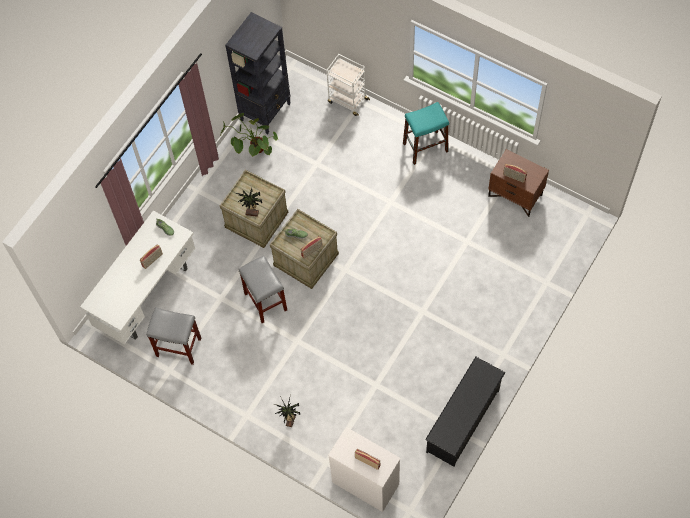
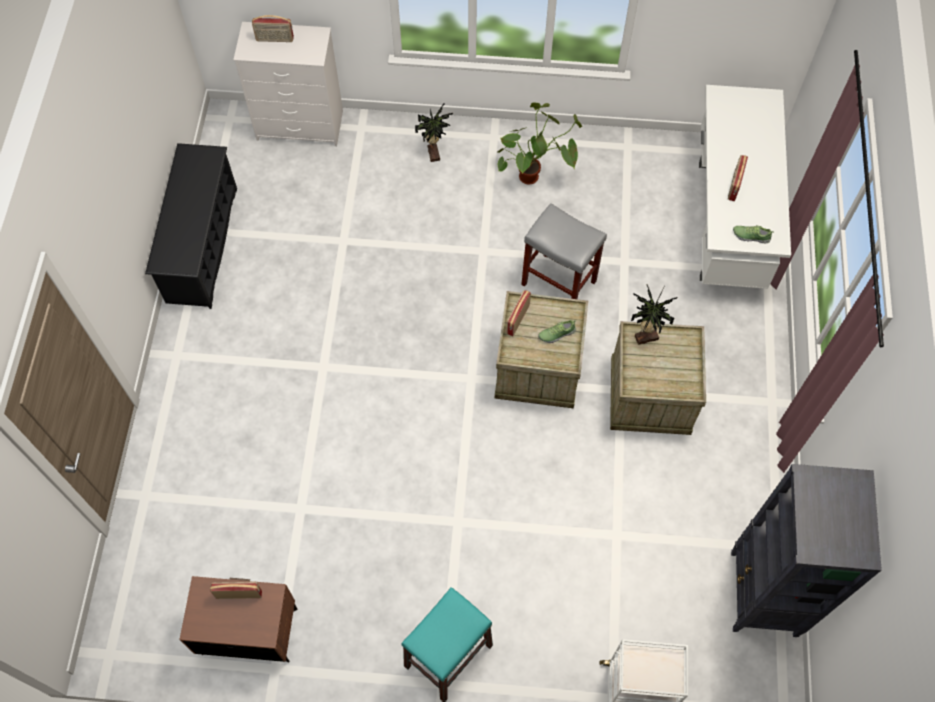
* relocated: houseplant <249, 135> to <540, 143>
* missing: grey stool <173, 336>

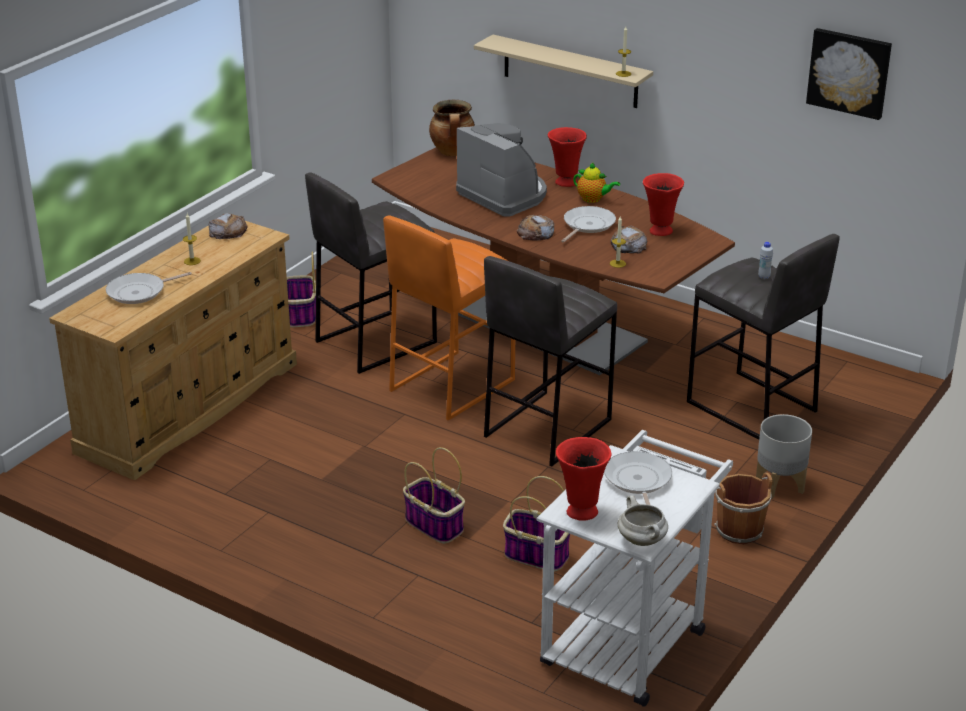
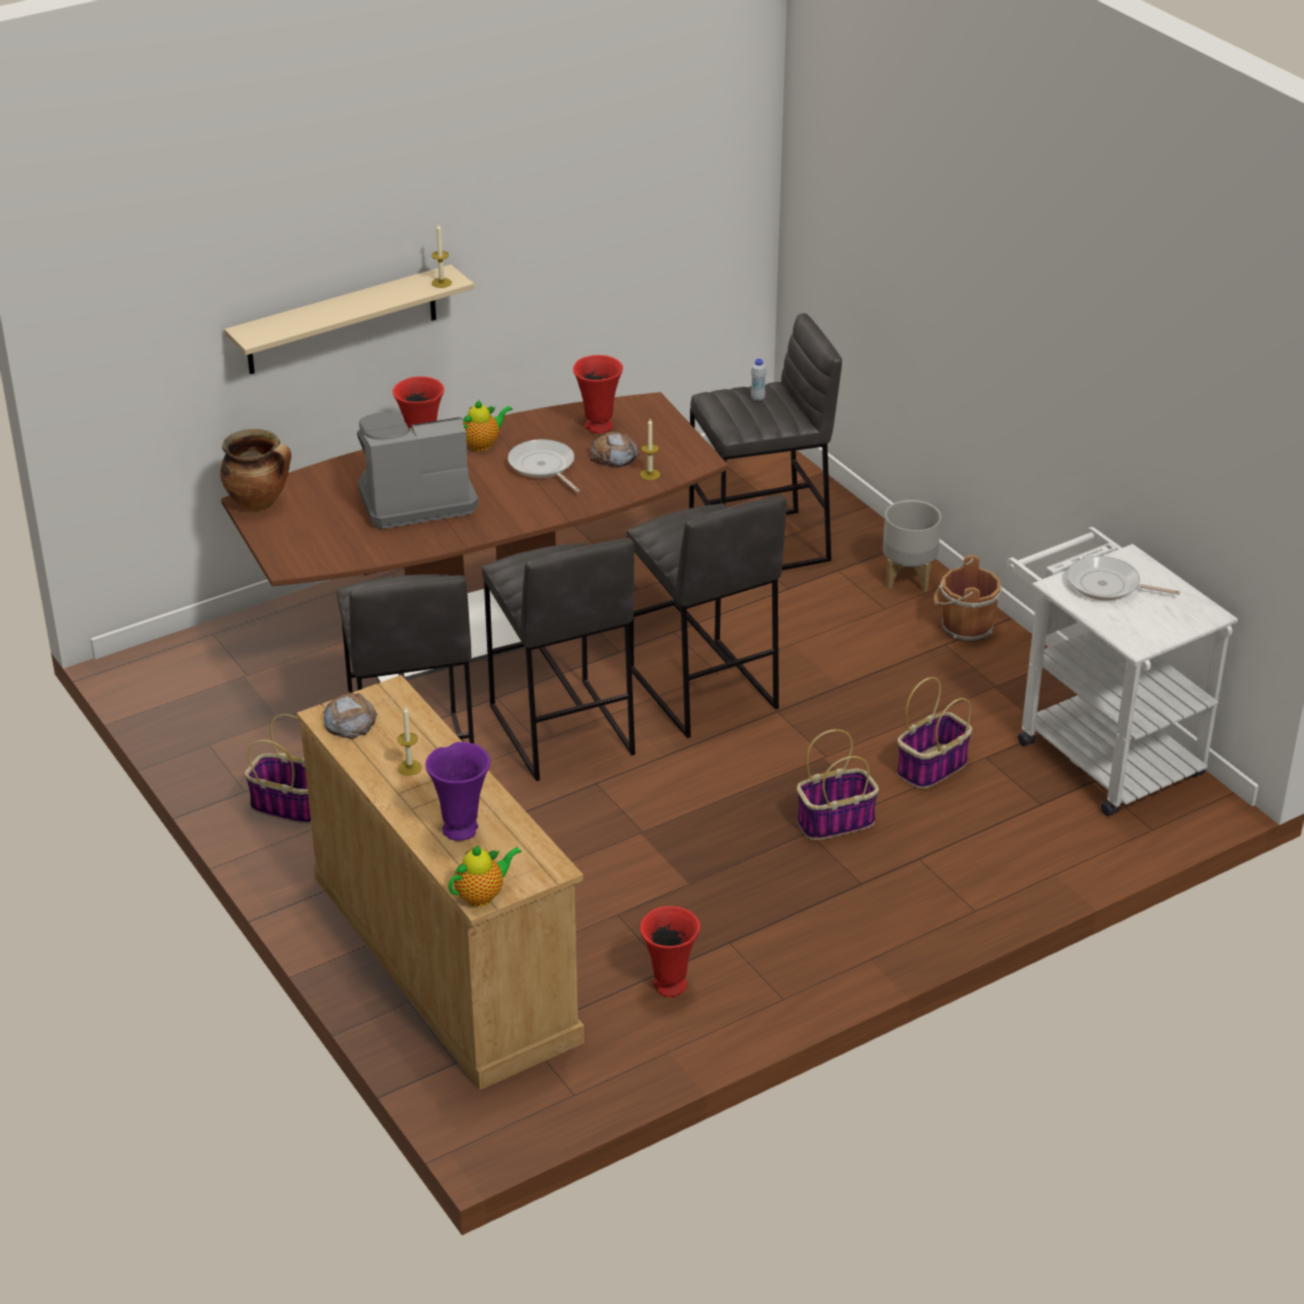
* exchanged: frying pan <149, 288> to purplish vase <457, 791>
* appeared: pot for tea <485, 875>
* colour: orangey stool <449, 318> to grey stool <558, 659>
* relocated: reddish vase <584, 479> to <670, 951>
* missing: bread <535, 227>
* missing: white saucepot <643, 520>
* missing: picture <849, 74>

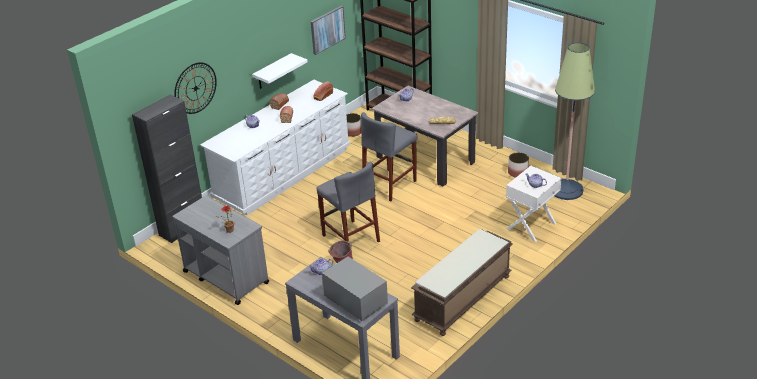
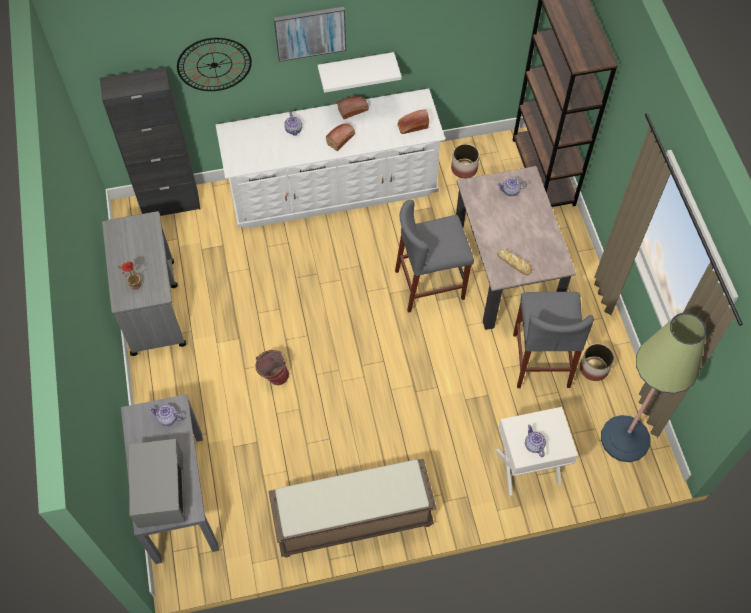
* relocated: picture <328, 30> to <310, 34>
* relocated: grey stool <348, 202> to <553, 340>

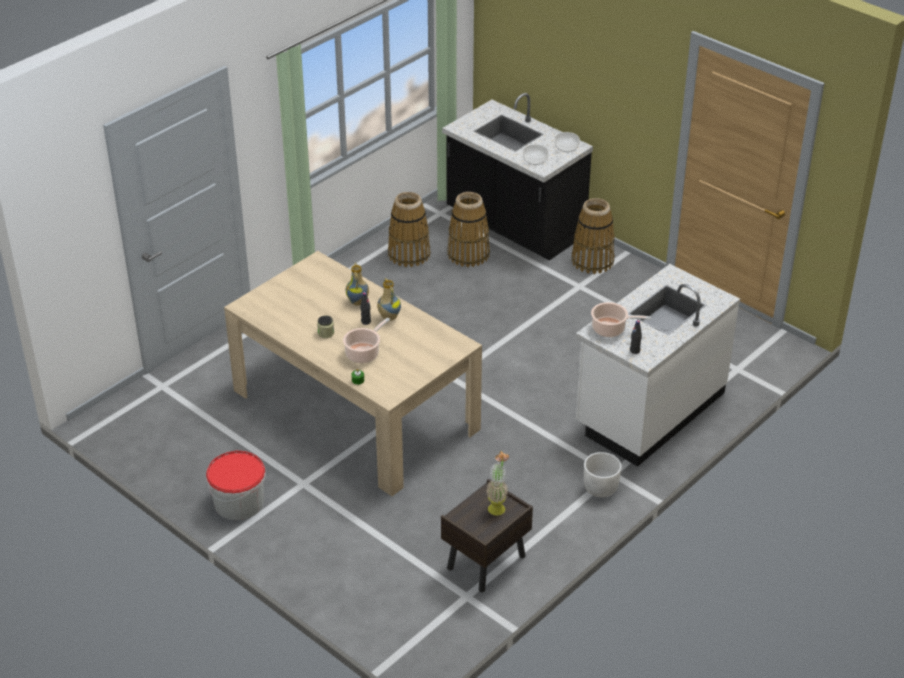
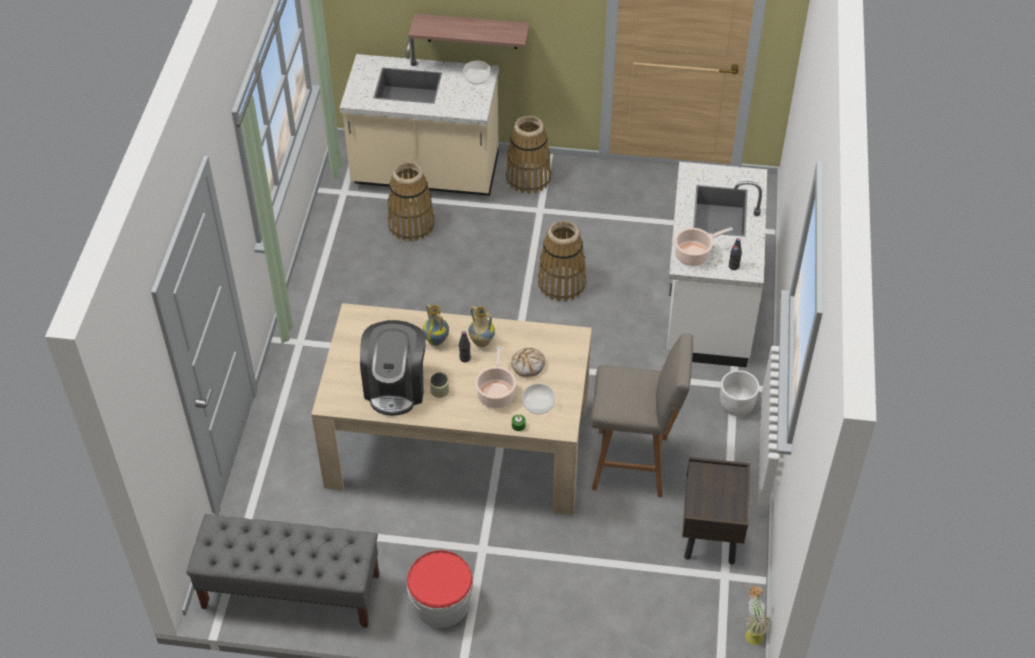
* appeared: grey indoor bench <283, 571>
* colour: blackish kitchen base unit <517, 176> to sand-coloured kitchen base unit <419, 117>
* appeared: coffee maker <393, 368>
* appeared: bracket shelf <469, 31>
* appeared: bread <528, 362>
* relocated: deep dish <535, 154> to <538, 399>
* relocated: storage basket <409, 229> to <562, 261>
* appeared: grey stool <642, 415>
* relocated: houseplant <497, 483> to <757, 615>

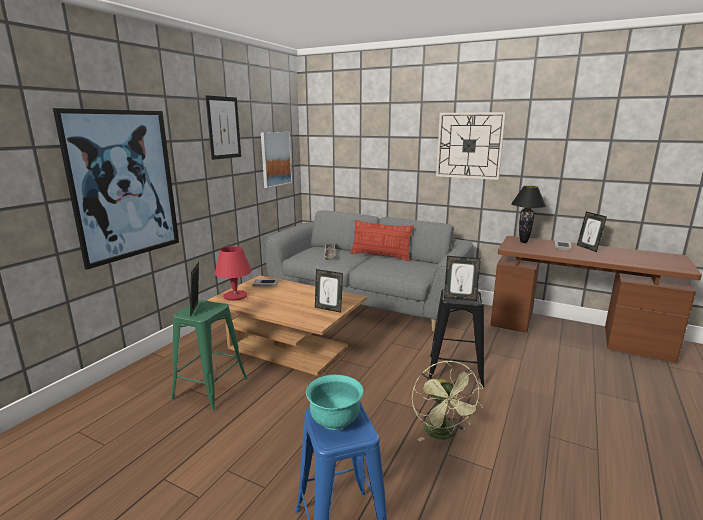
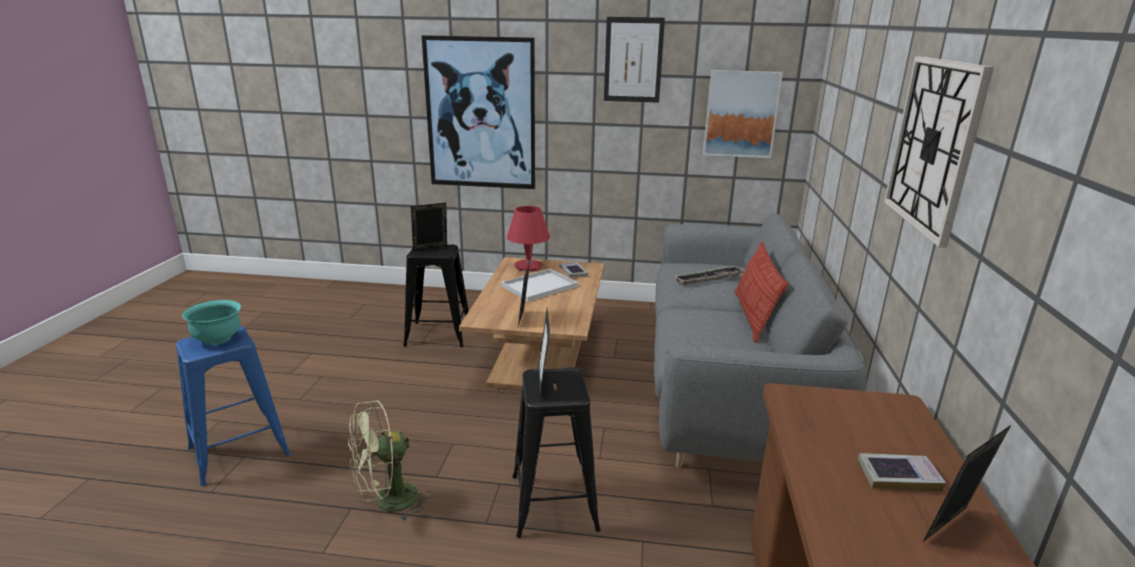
* colour: green-coloured stool <209, 355> to blackish stool <436, 296>
* appeared: white carrying tray <539, 285>
* missing: blackish tabletop lamp <528, 214>

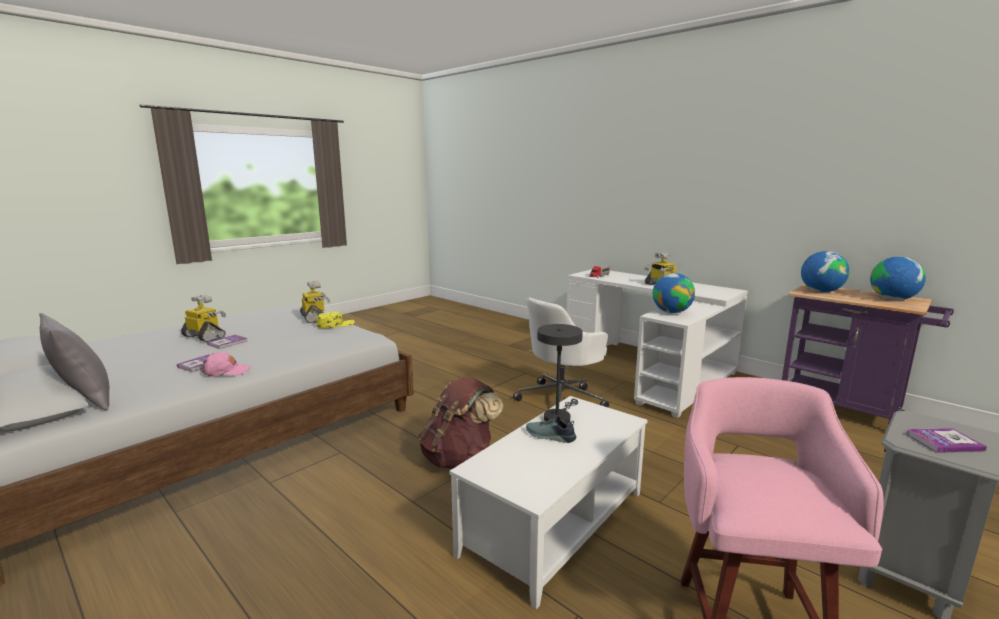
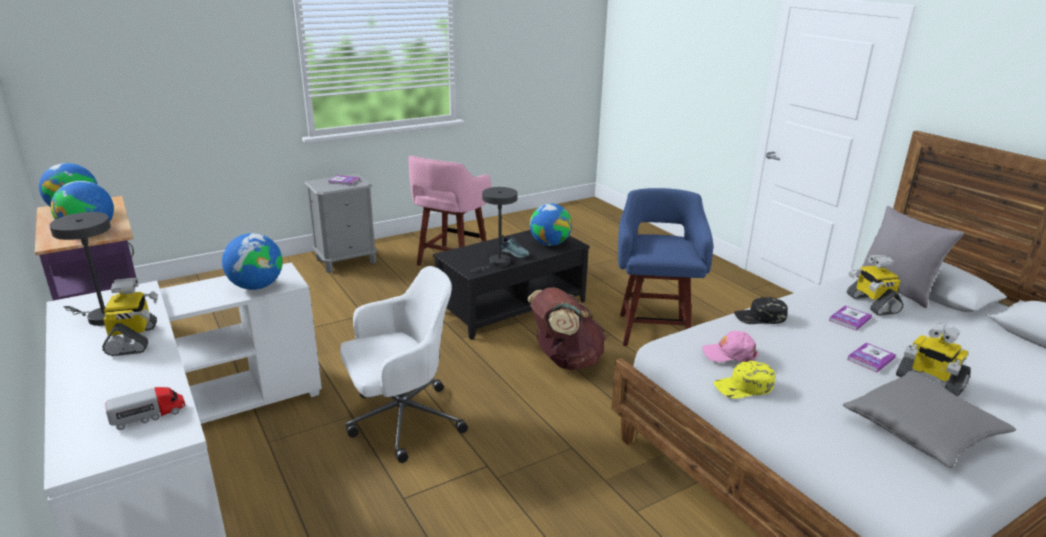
* appeared: grey tabletop lamp <80, 269>
* colour: white coffee table <549, 502> to blackish coffee table <511, 285>
* appeared: globe <551, 224>
* appeared: blue-coloured stool <665, 267>
* relocated: pink-coloured peaked cap <226, 364> to <730, 346>
* appeared: blackish peaked cap <761, 310>
* appeared: grey cushion <929, 419>
* relocated: toy robot <315, 302> to <875, 285>

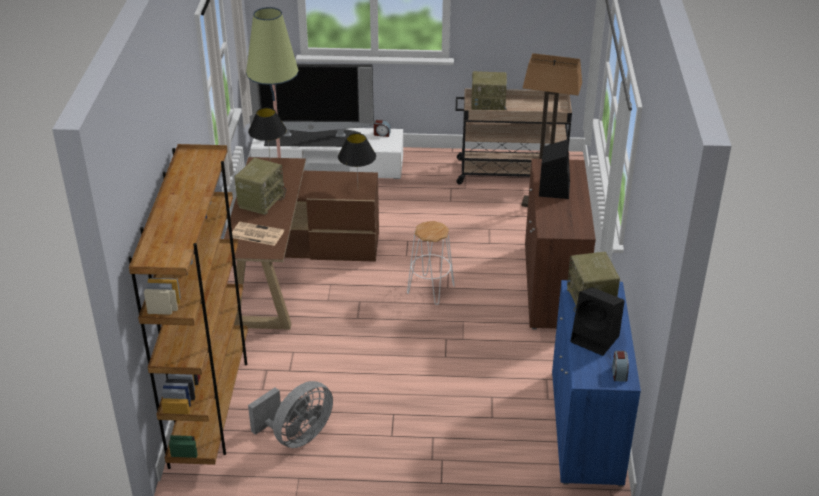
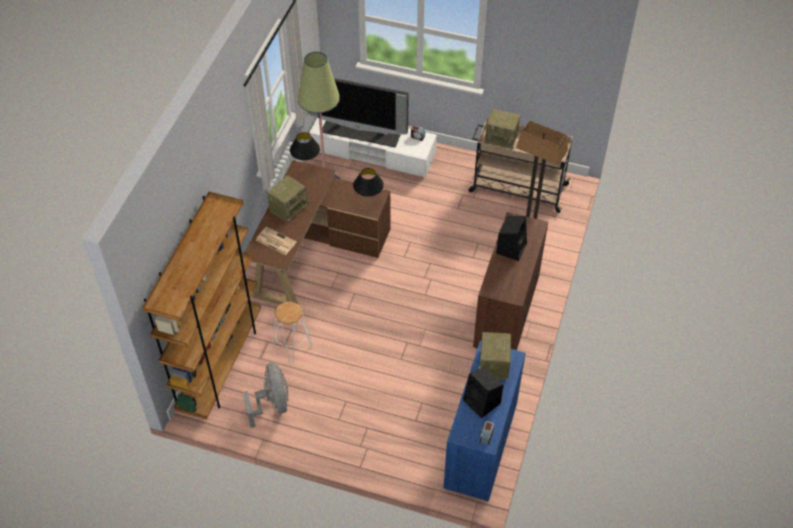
* spun: grey cooling fan <290, 414> = <266, 395> 75 degrees counterclockwise
* relocated: white stool <431, 263> to <293, 332>

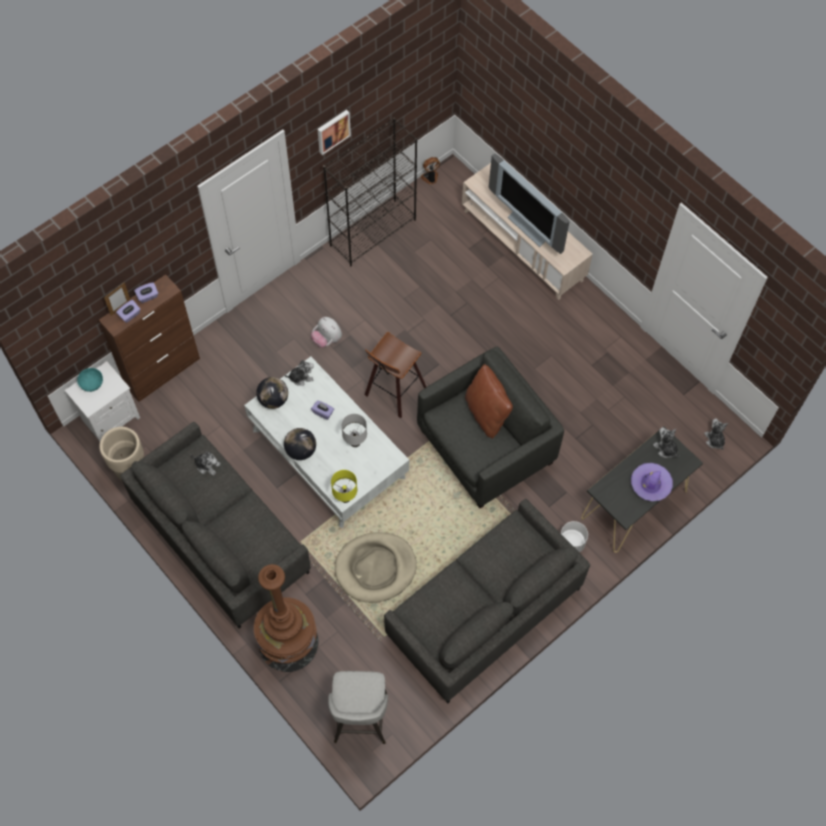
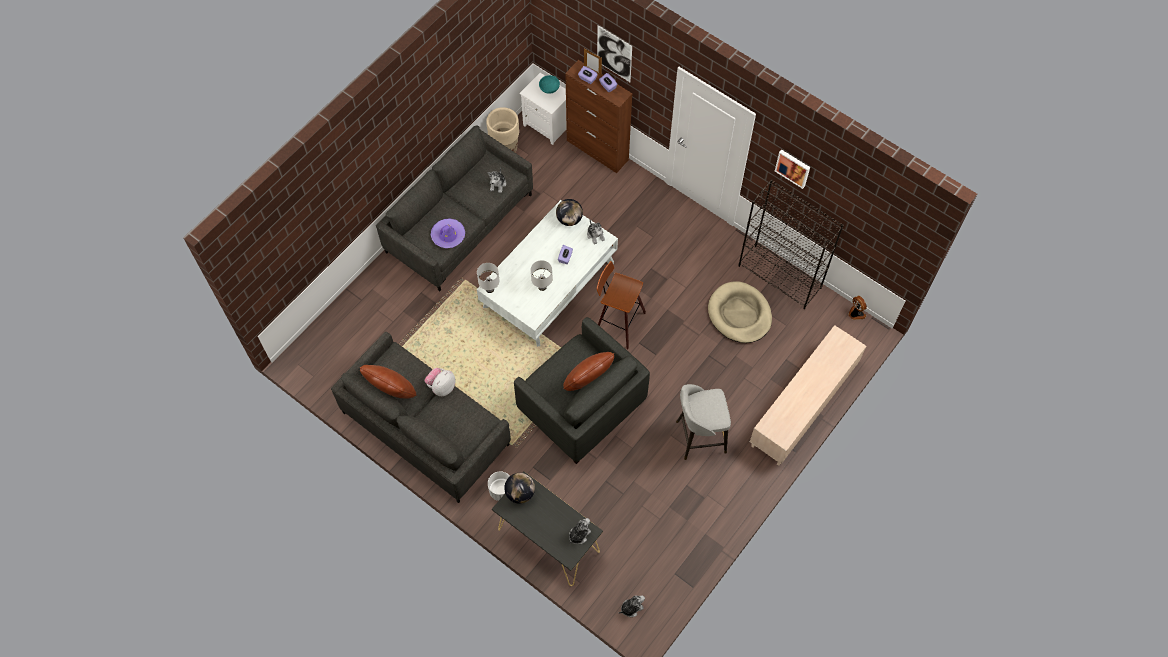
* appeared: brown cushion <388, 381>
* relocated: cuddly toy <326, 332> to <440, 382>
* relocated: purplish clothing hat <652, 482> to <448, 233>
* colour: yellow-coloured tabletop lamp <344, 486> to white tabletop lamp <488, 278>
* relocated: globe <300, 444> to <519, 488>
* appeared: picture <614, 53>
* relocated: grey stool <358, 707> to <703, 422>
* relocated: sand-coloured pet bed <376, 567> to <740, 312>
* missing: brown standard lamp <286, 618>
* missing: television <529, 203>

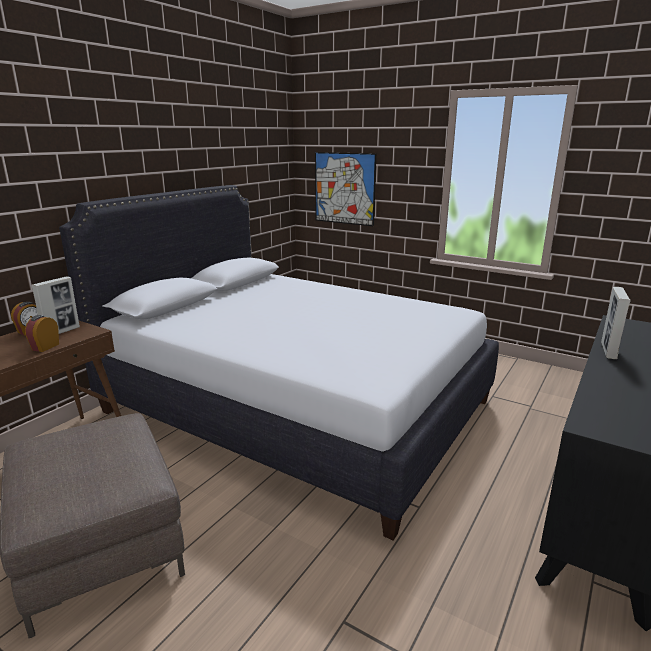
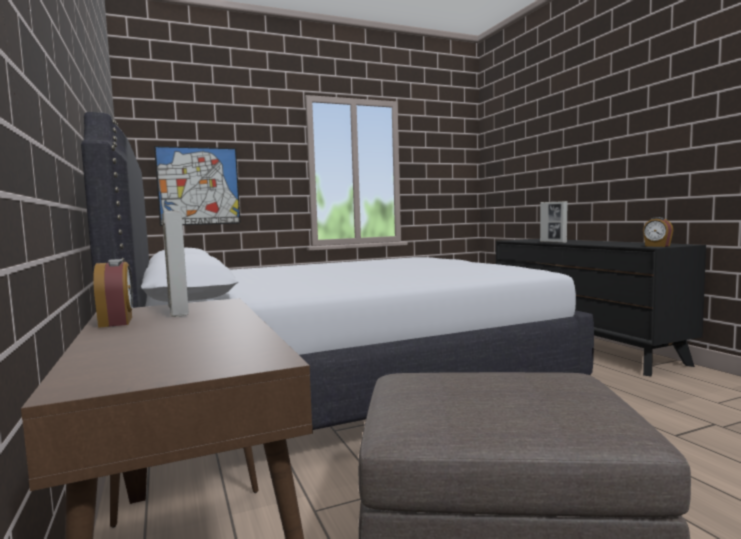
* relocated: bedside clock <42, 333> to <658, 232>

